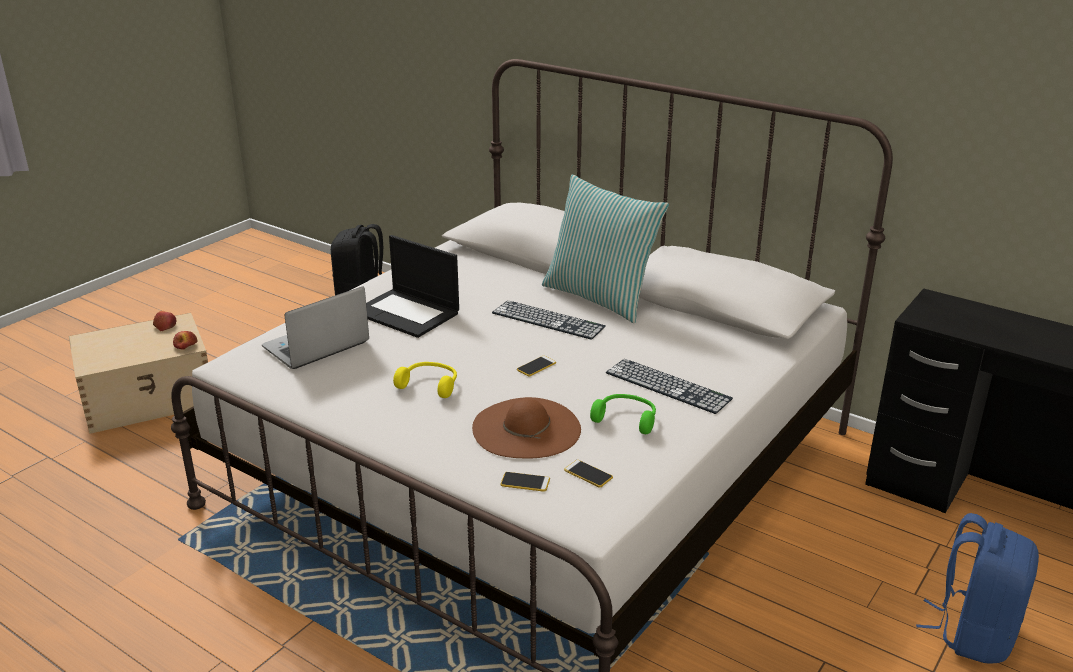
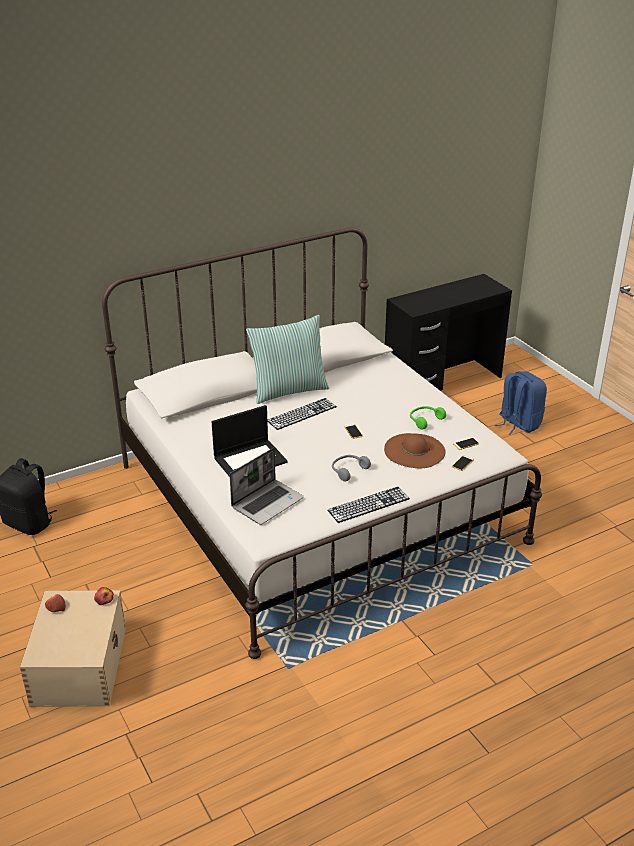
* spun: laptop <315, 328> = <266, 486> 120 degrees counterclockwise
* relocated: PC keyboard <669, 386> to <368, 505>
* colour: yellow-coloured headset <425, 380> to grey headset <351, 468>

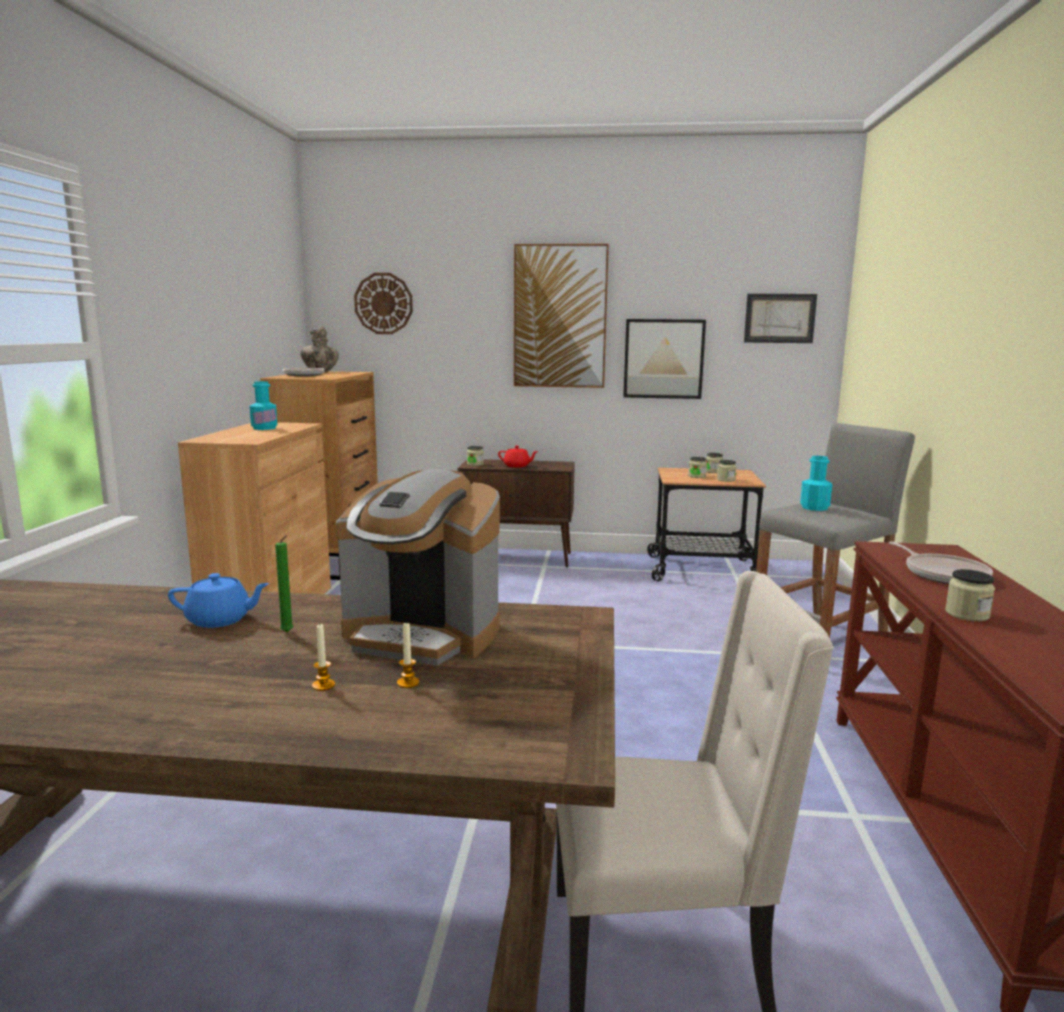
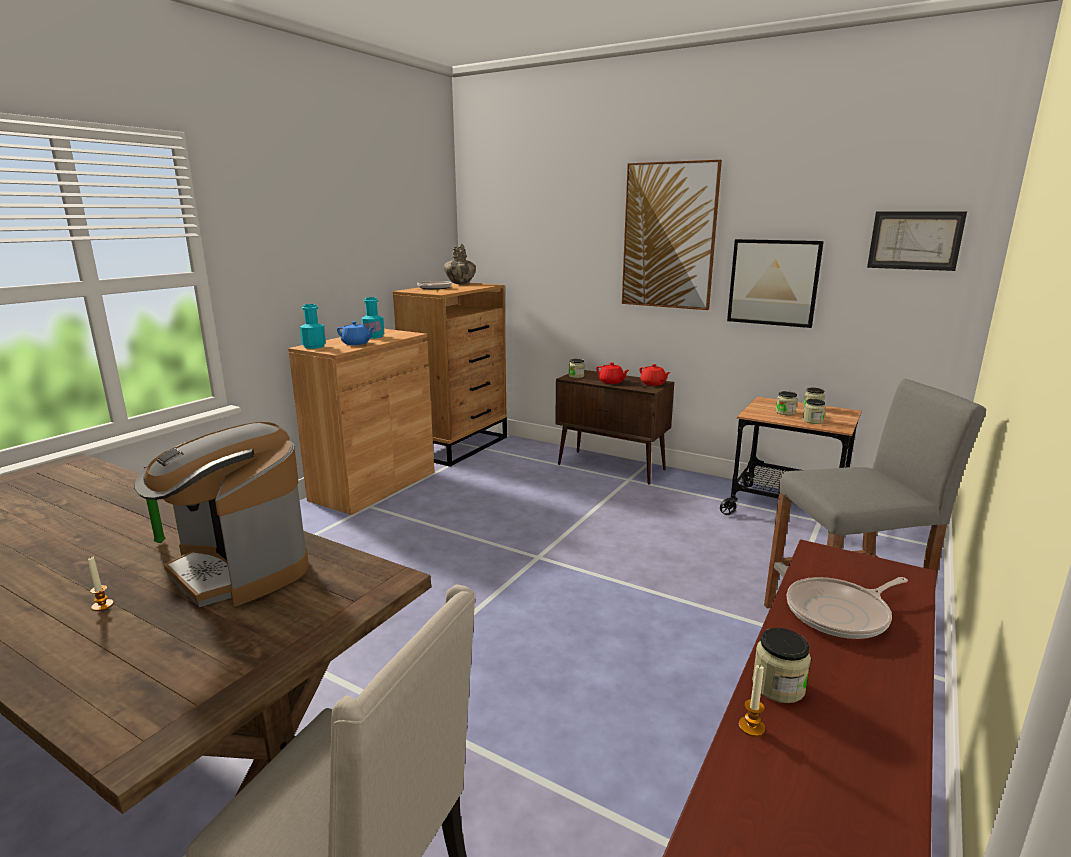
* relocated: turquoise beverage bottle <816, 483> to <313, 326>
* relocated: blue-coloured pot for tea <218, 600> to <355, 333>
* appeared: reddish pot for tea <655, 375>
* relocated: wax candle <408, 655> to <752, 701>
* spun: frying pan <941, 563> = <847, 608> 60 degrees clockwise
* missing: wall clock <383, 303>

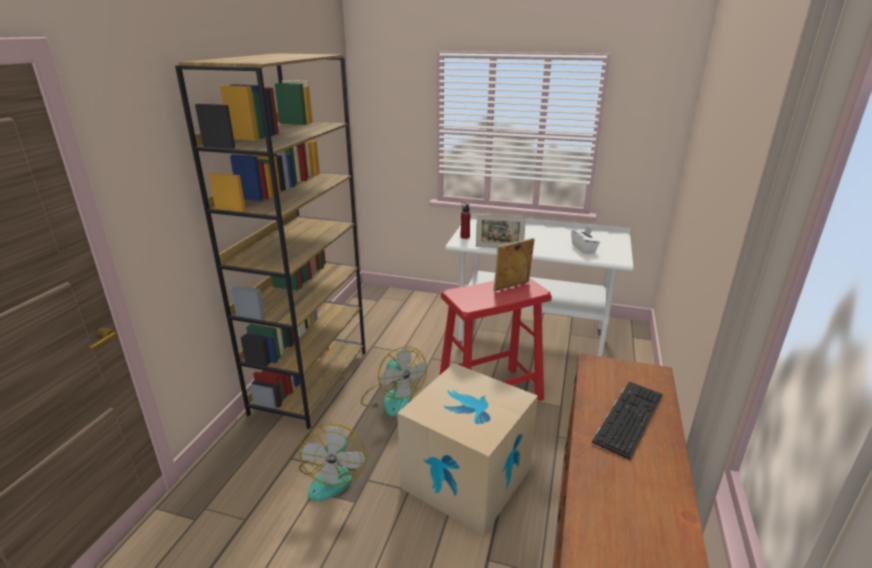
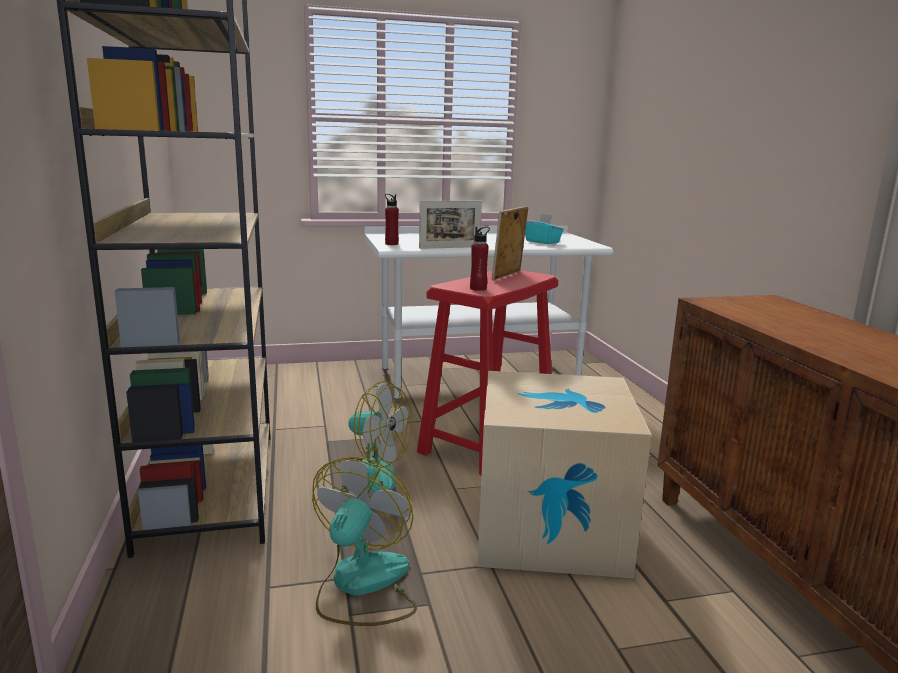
* spun: cooling fan <333, 462> = <364, 541> 135 degrees counterclockwise
* appeared: reddish beverage bottle <480, 258>
* colour: white tissue holder <585, 239> to turquoise tissue holder <544, 228>
* missing: PC keyboard <627, 420>

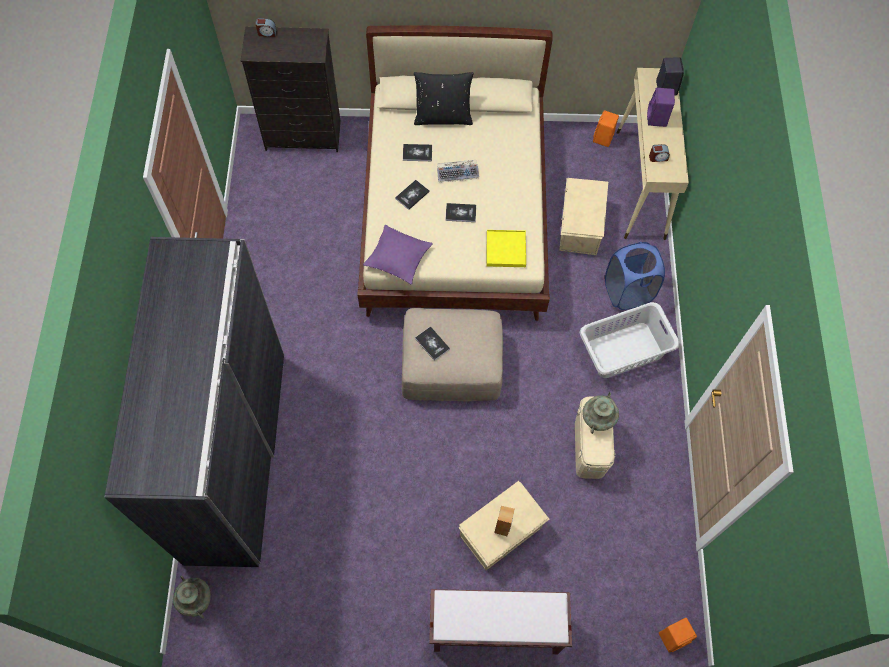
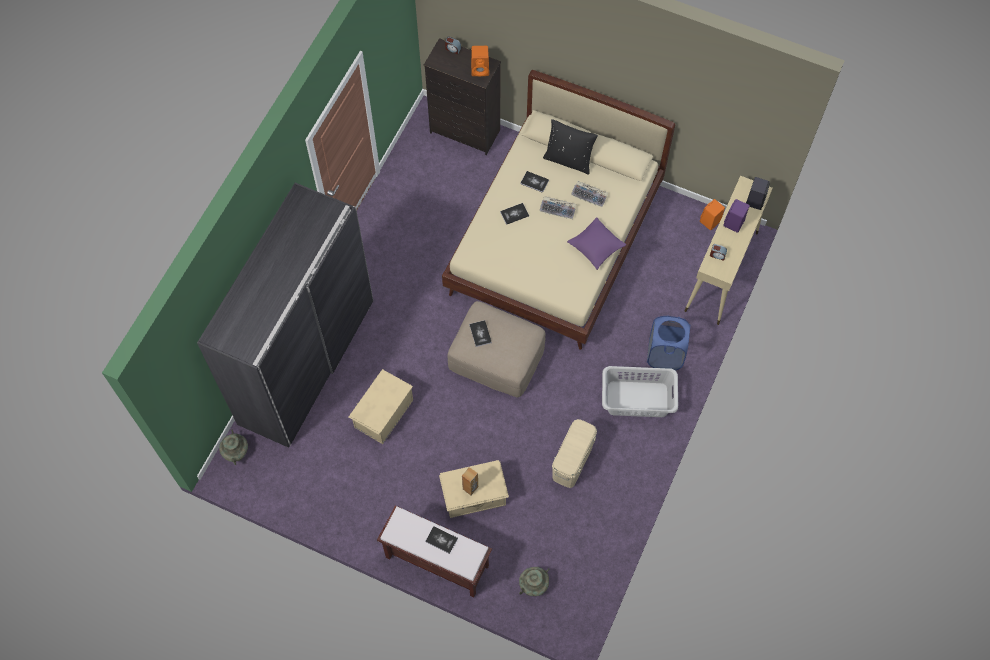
* relocated: sand-coloured storage bin <583, 216> to <381, 406>
* relocated: book <460, 212> to <441, 540>
* relocated: orangey speaker <678, 635> to <480, 61>
* relocated: turquoise vase <600, 413> to <534, 581>
* relocated: purplish cushion <398, 254> to <597, 243>
* appeared: PC keyboard <589, 194>
* missing: yellow-coloured carrying tray <506, 248>

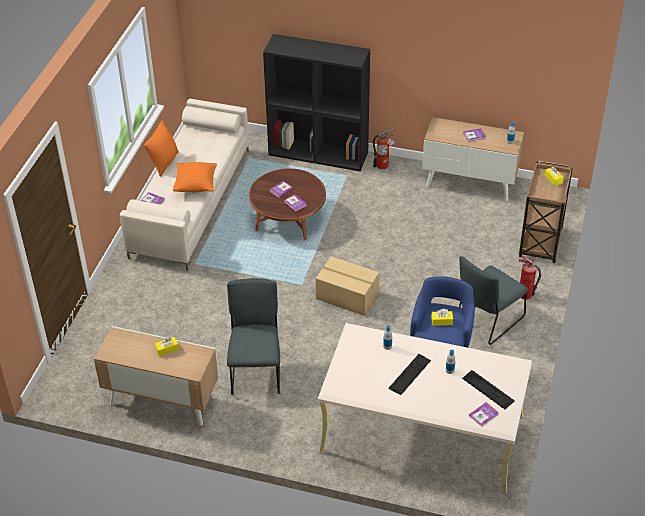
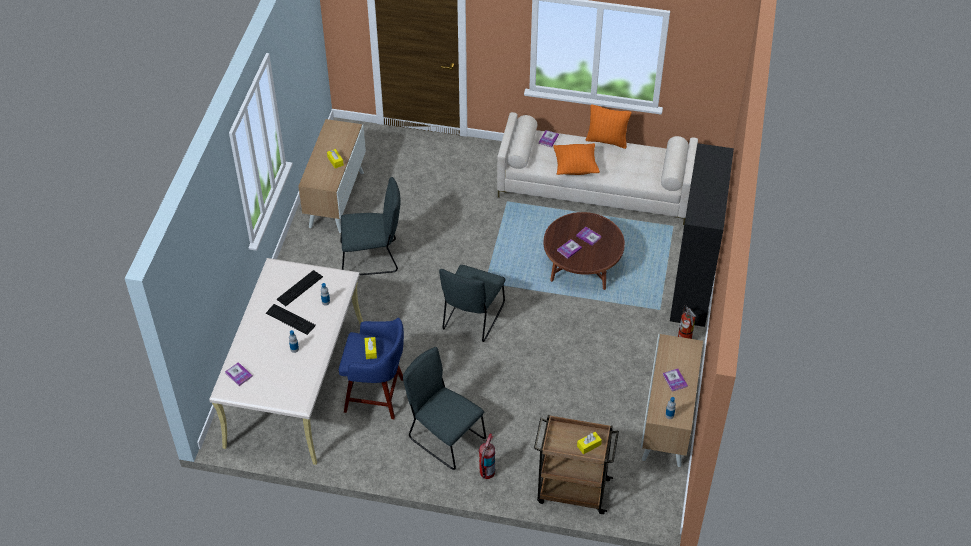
* relocated: PC keyboard <488, 389> to <299, 288>
* exchanged: cardboard box <347, 286> to grey chair <472, 303>

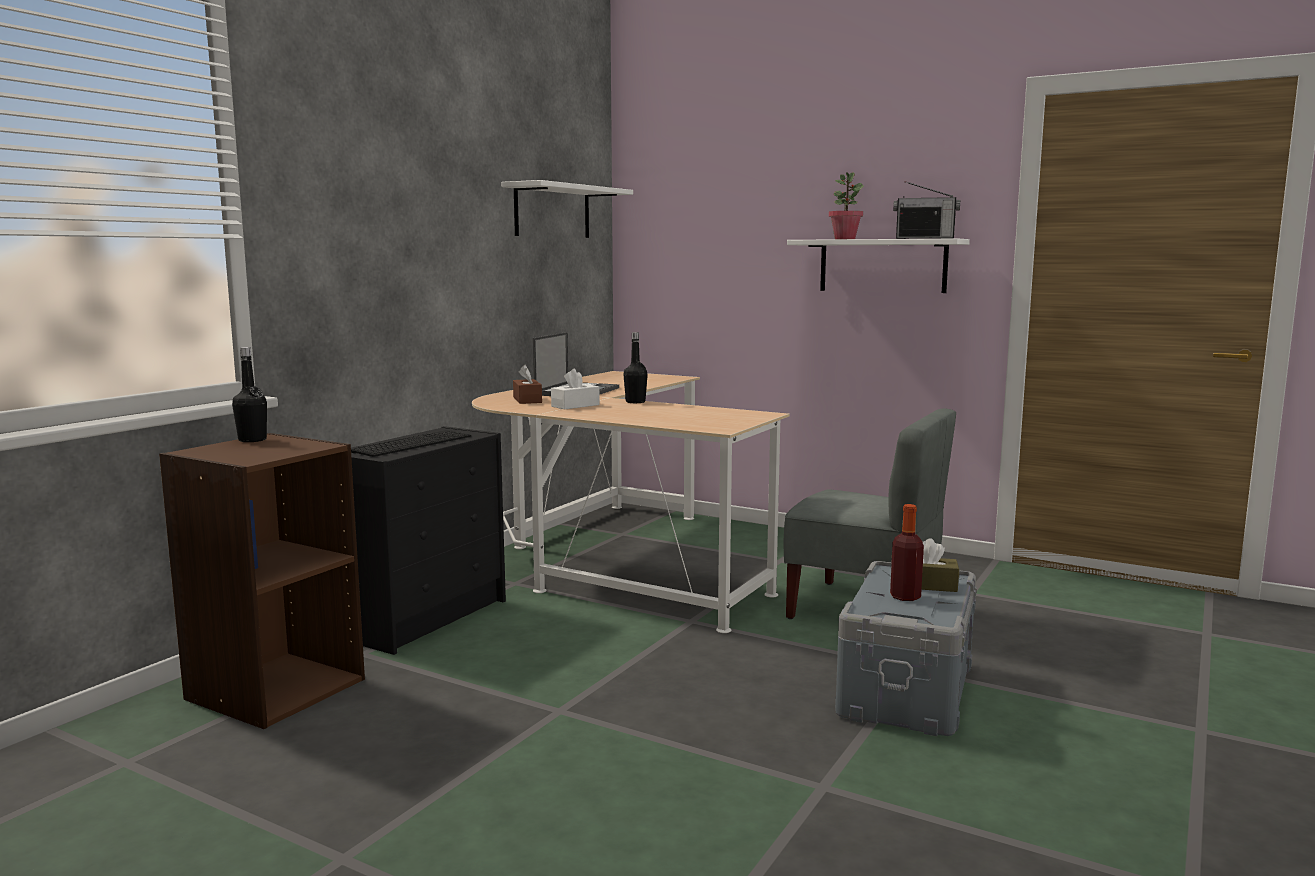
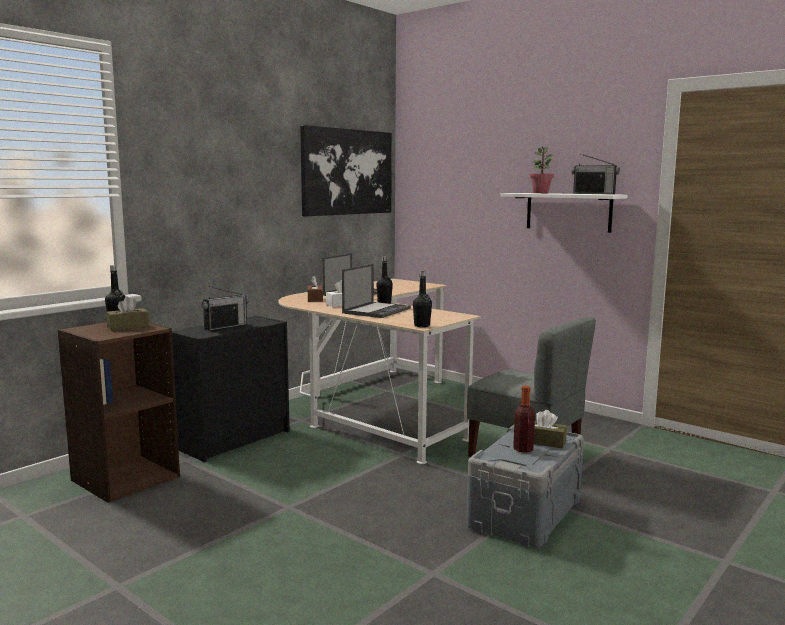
* appeared: brown tissue holder <127, 313>
* exchanged: PC keyboard <411, 443> to radio <225, 308>
* exchanged: white bracket shelf <567, 209> to picture <346, 170>
* appeared: laptop <376, 291>
* appeared: blackish beverage bottle <422, 298>

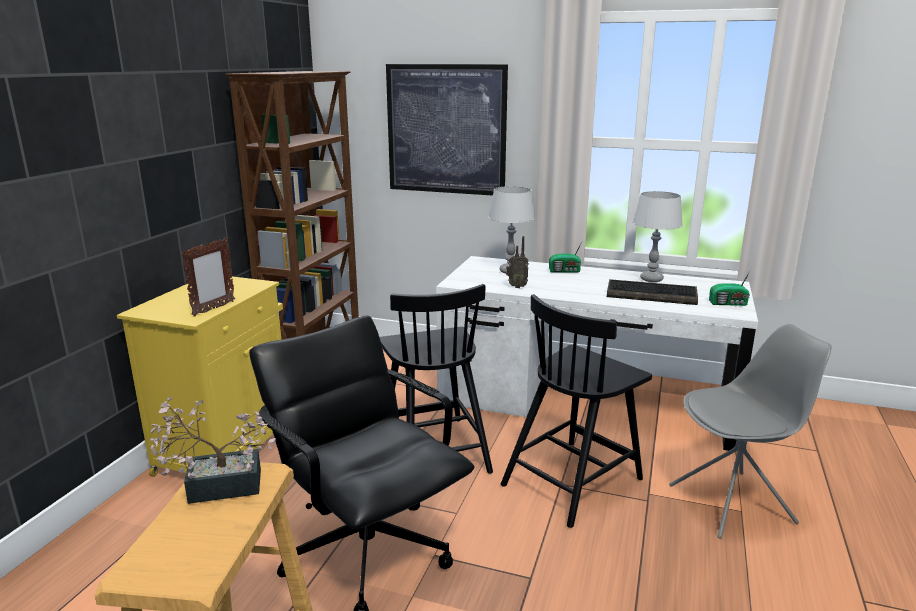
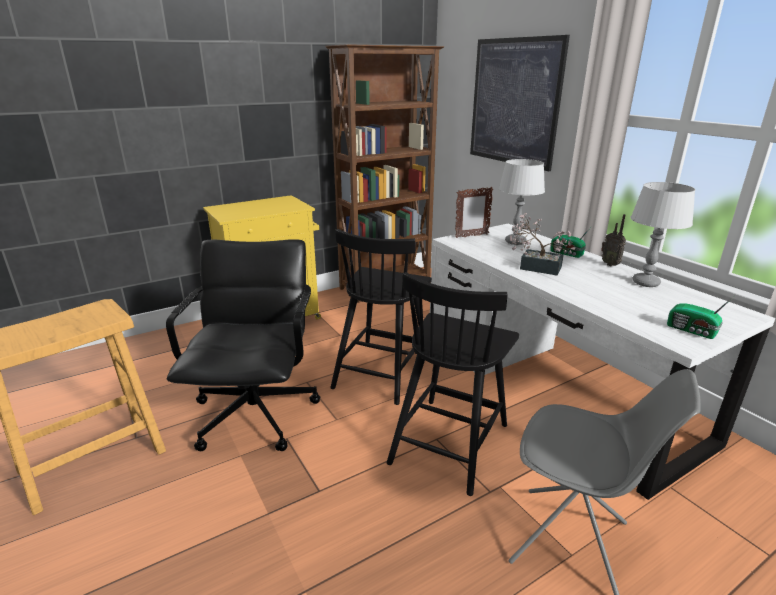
* spun: blackish chair <576, 411> = <453, 384> 60 degrees counterclockwise
* relocated: photo frame <208, 277> to <474, 212>
* relocated: houseplant <213, 450> to <542, 244>
* relocated: radio <517, 262> to <613, 240>
* missing: PC keyboard <652, 292>

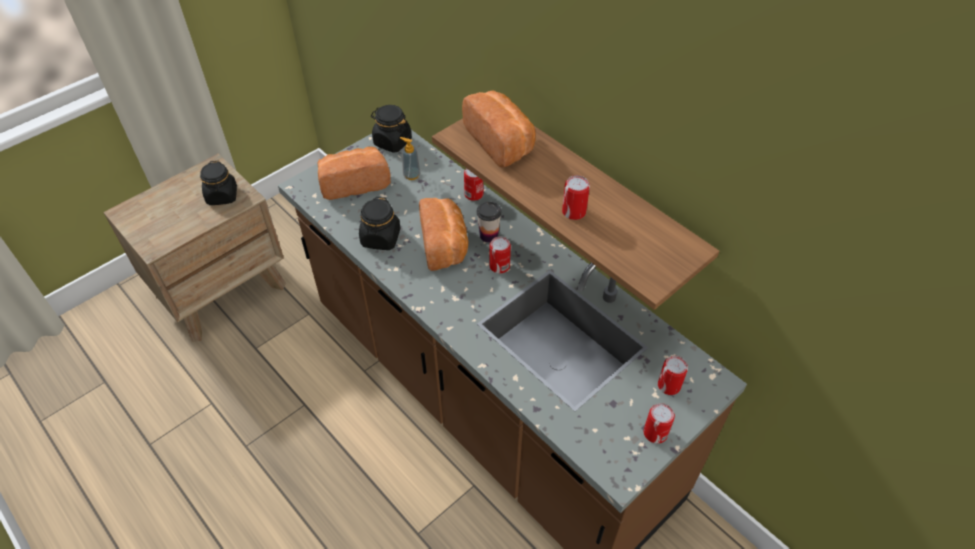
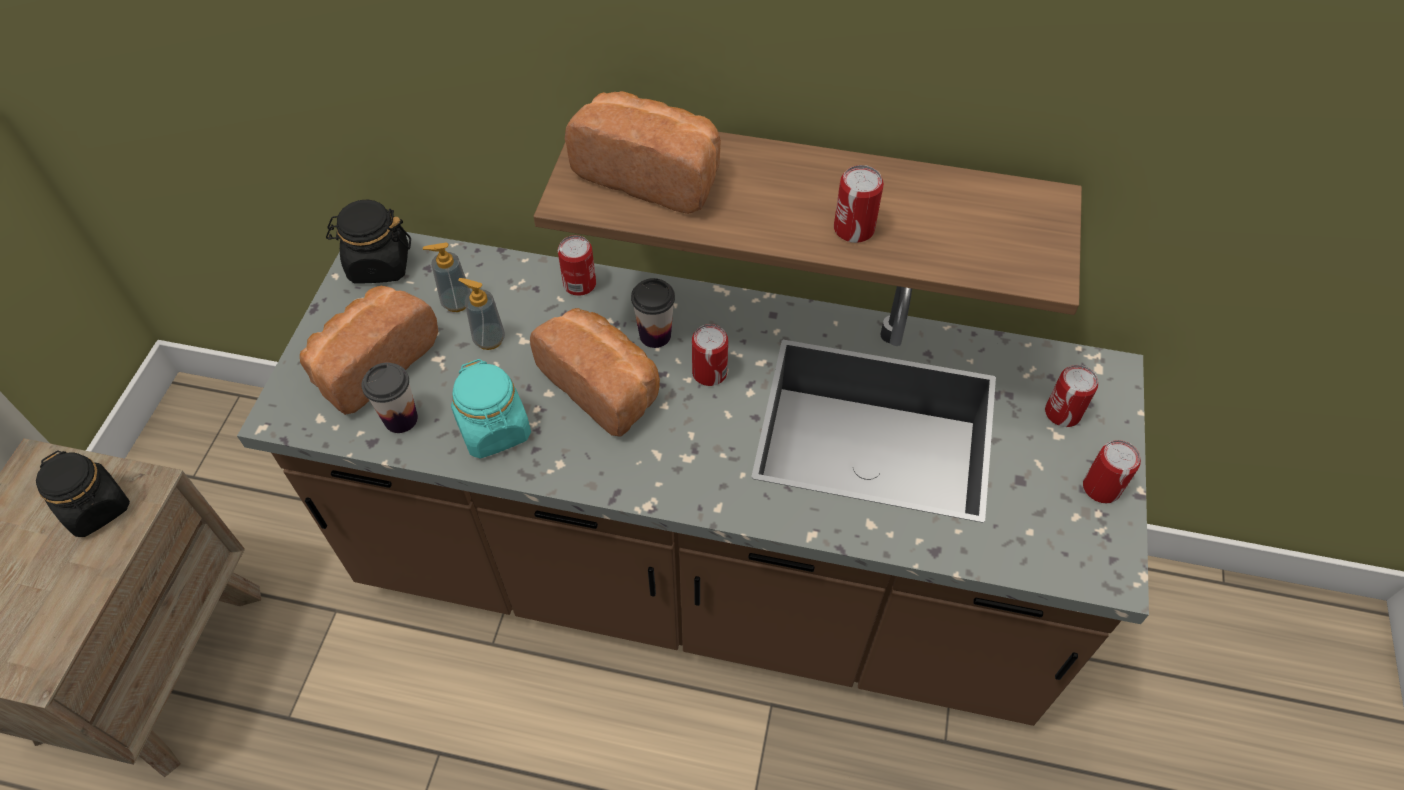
* appeared: cup <390, 398>
* colour: blackish storage jar <379, 223> to turquoise storage jar <491, 408>
* appeared: soap bottle <481, 314>

